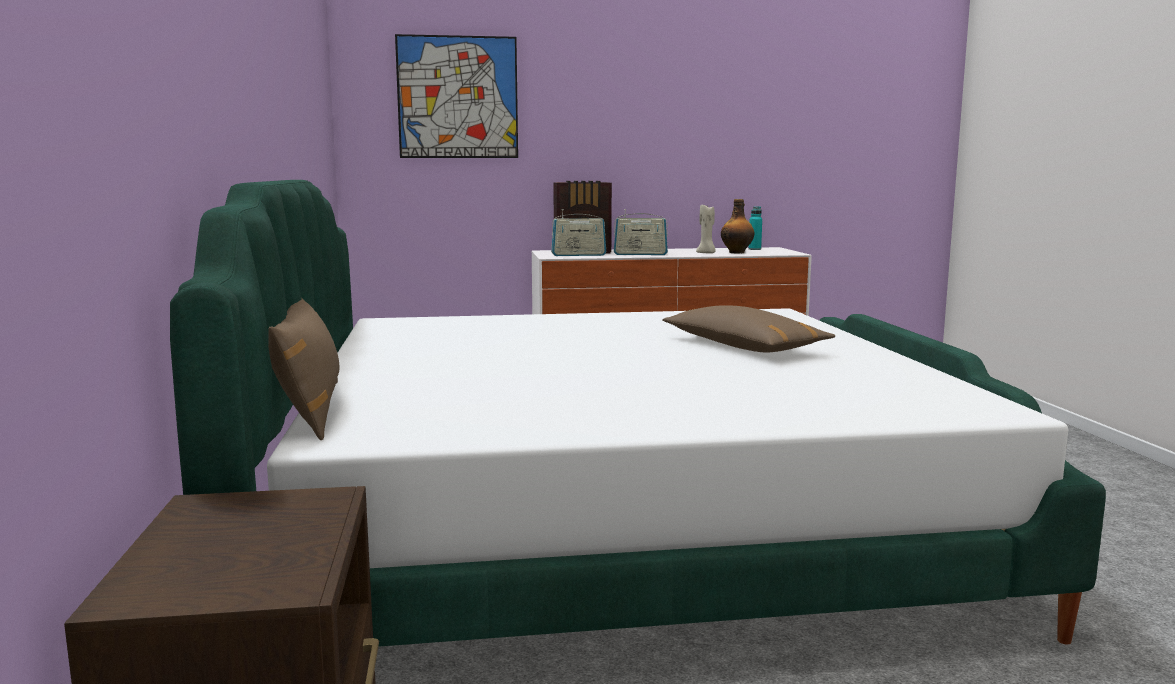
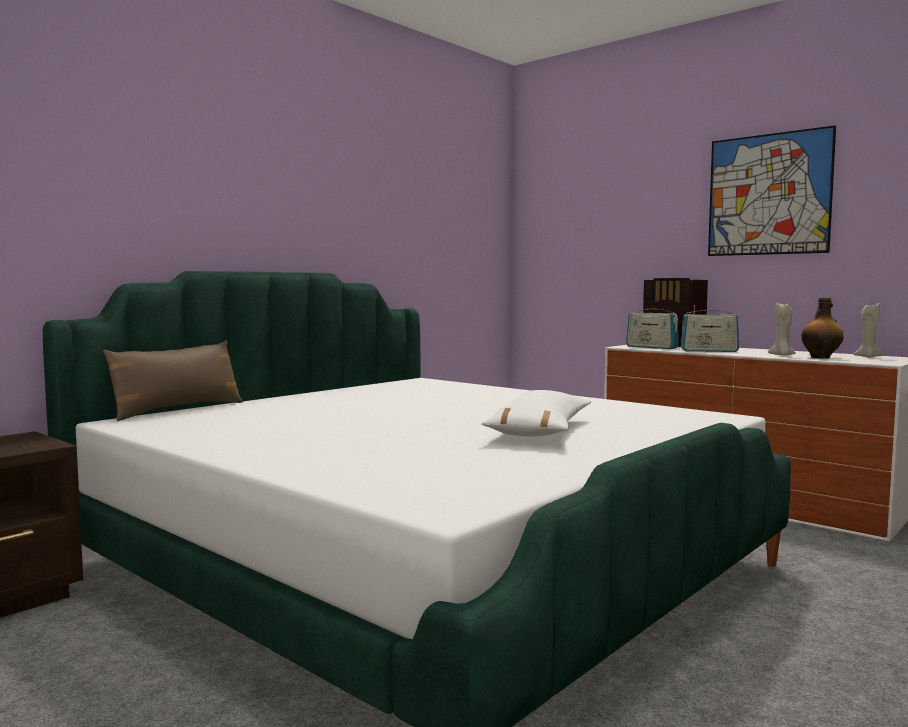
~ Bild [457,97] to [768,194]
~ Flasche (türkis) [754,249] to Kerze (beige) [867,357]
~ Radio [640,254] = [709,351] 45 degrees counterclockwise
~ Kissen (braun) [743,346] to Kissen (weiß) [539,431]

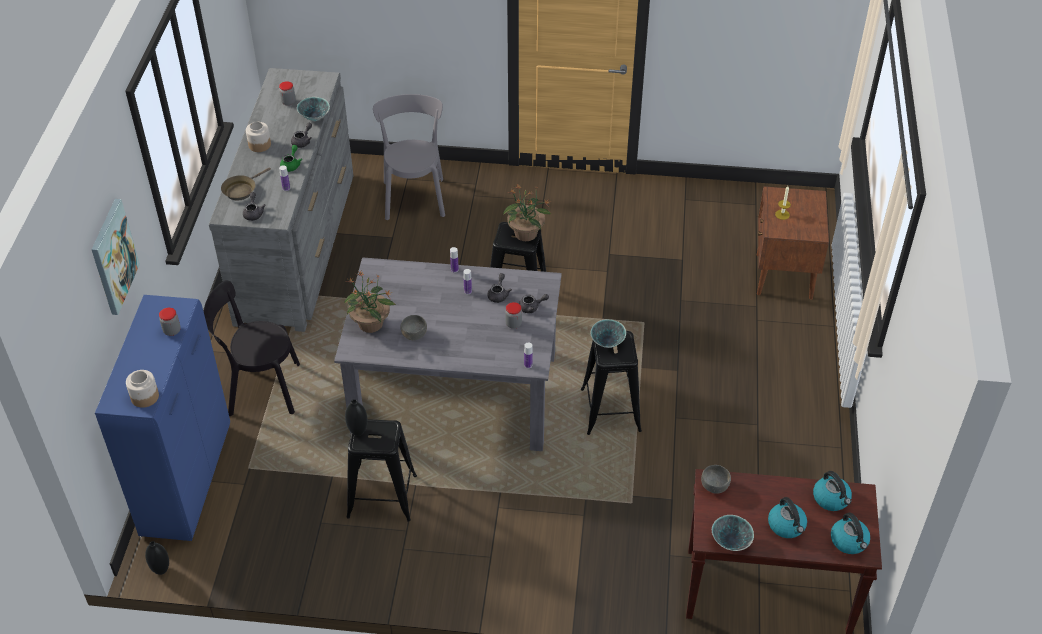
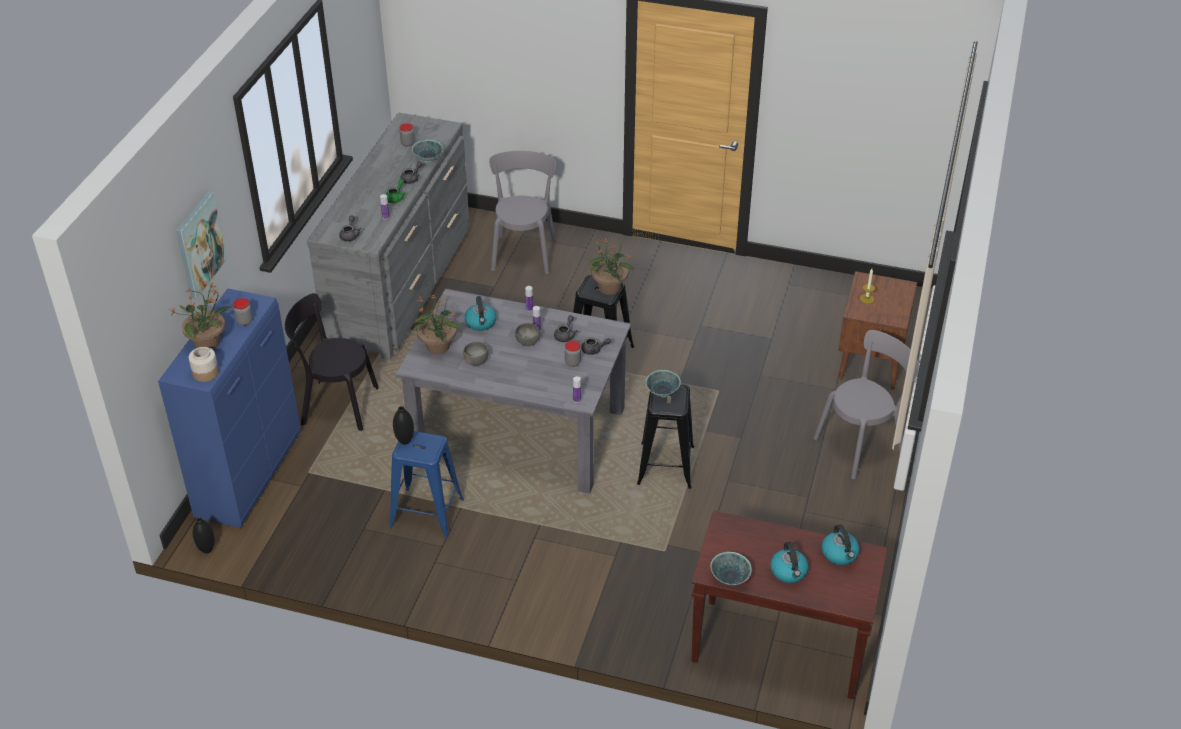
- Vorratsglas [259,145]
- Pfanne (braun) [241,190]
~ Hocker (schwarz) [382,496] to Hocker (blau) [427,513]
~ Schüssel (grau) [715,486] to [528,341]
~ Wasserkessel [849,541] to [481,323]
+ Topfpflanze [208,342]
+ Stuhl (grau) [862,445]

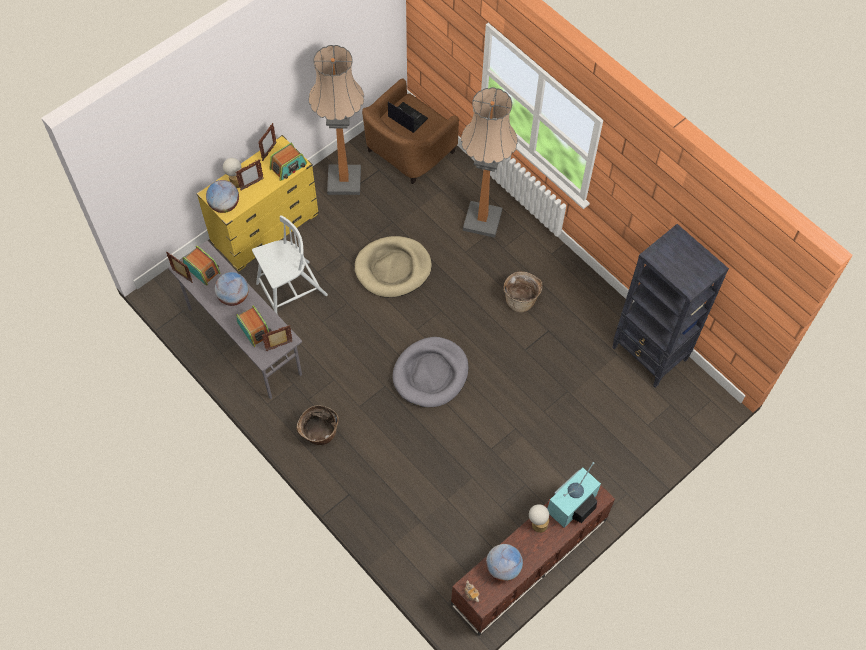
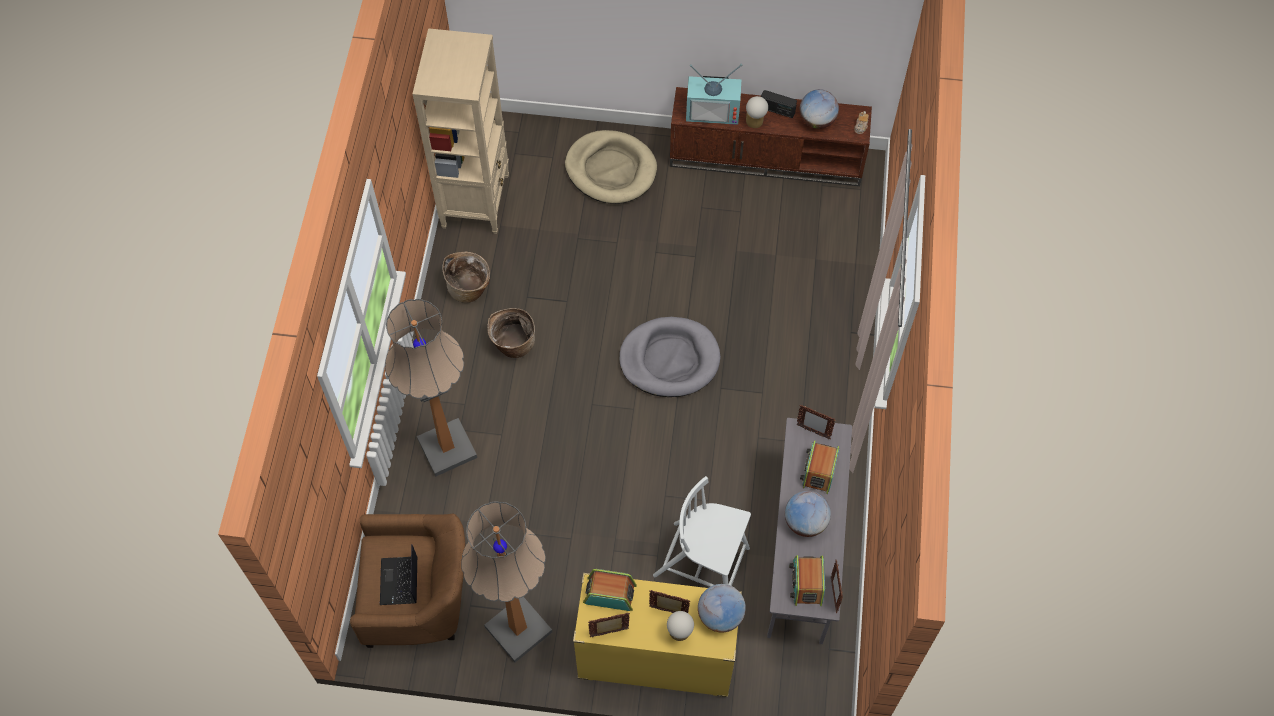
~ Bücherregal (schwarz) [650,354] to Bücherregal (beige) [476,200]
~ Hundebett (beige) [393,268] to [611,169]
~ Korb [319,434] to [469,288]
+ Radio [777,110]

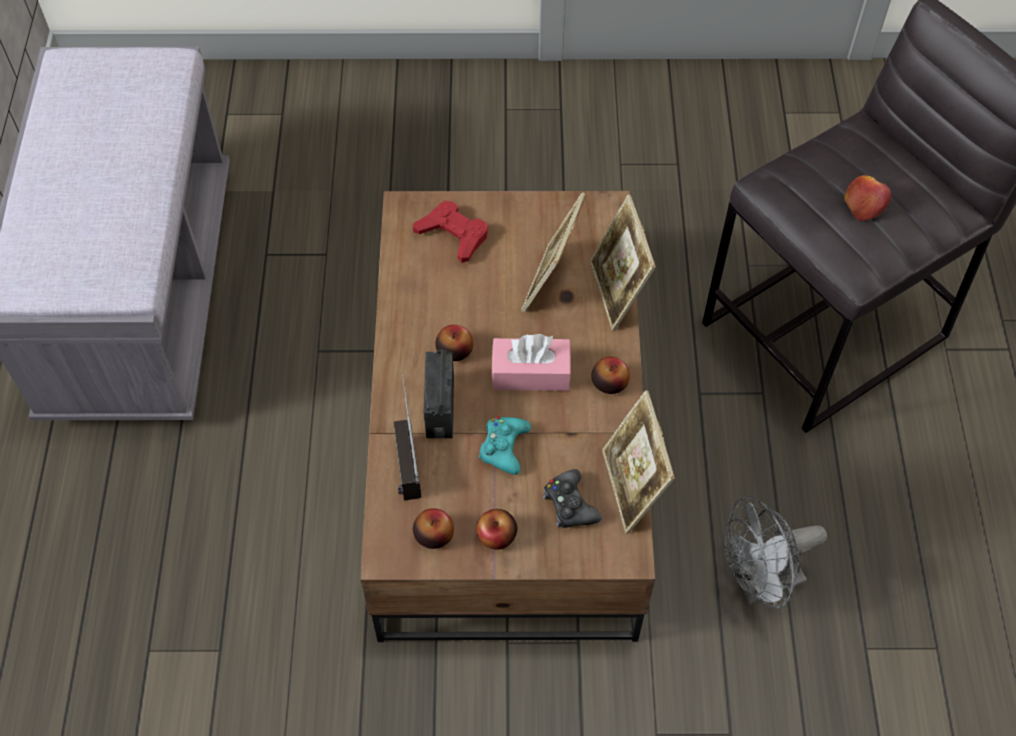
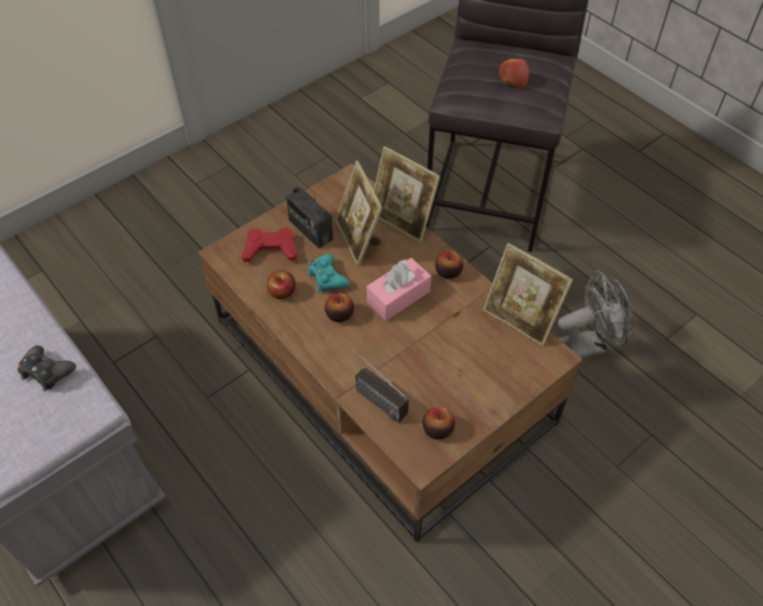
~ Radio [439,407] to [310,230]
~ Gamepad (türkis) [503,447] to [327,278]
~ Gamepad (schwarz) [570,505] to [46,372]
~ Ventilator (grau) [759,583] = [586,345] 135 degrees counterclockwise
~ Apfel [497,536] to [282,291]

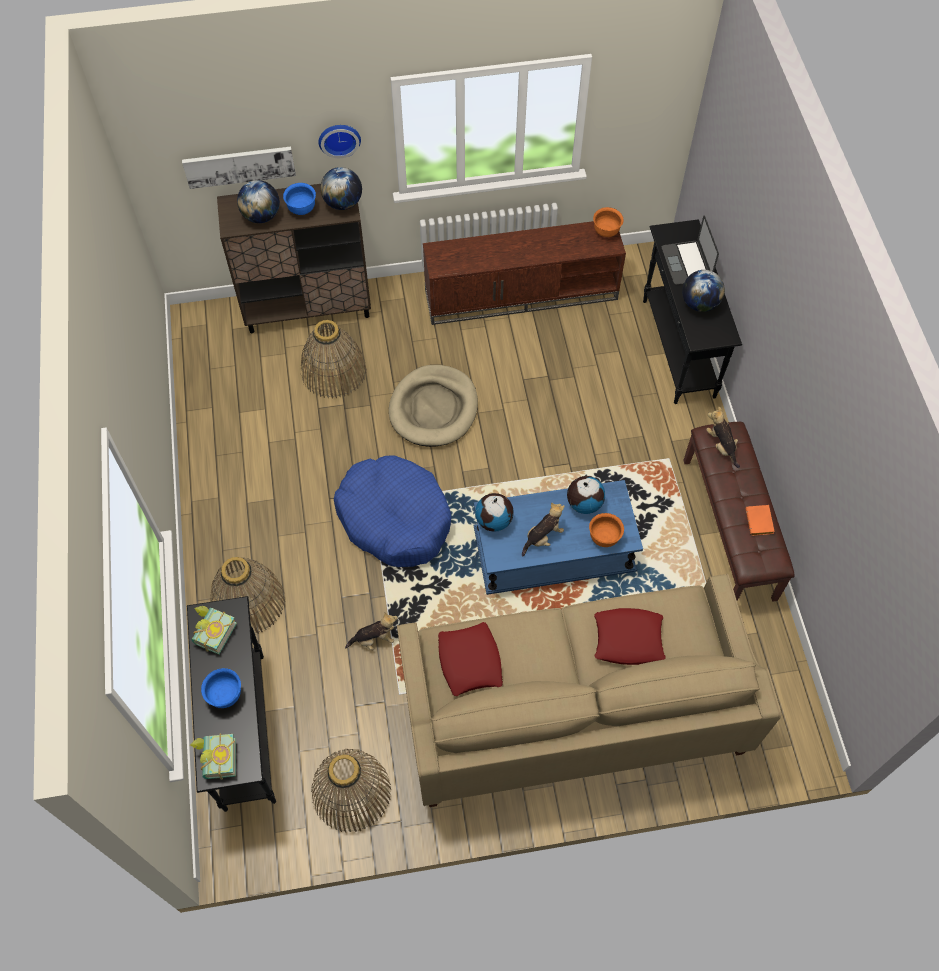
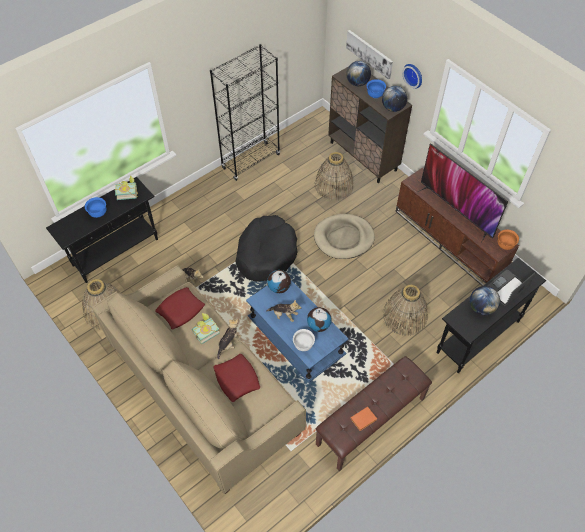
~ Plüschtier [721,446] to [229,343]
~ Hundebett (blau) [394,518] to Hundebett (schwarz) [266,254]
~ Schüssel (orange) [604,537] to Schüssel (weiß) [303,345]
~ Korb [248,601] to [404,316]
~ Buch [216,759] to [205,331]
+ Bücherregal (schwarz) [251,161]
+ Fernseher [456,210]

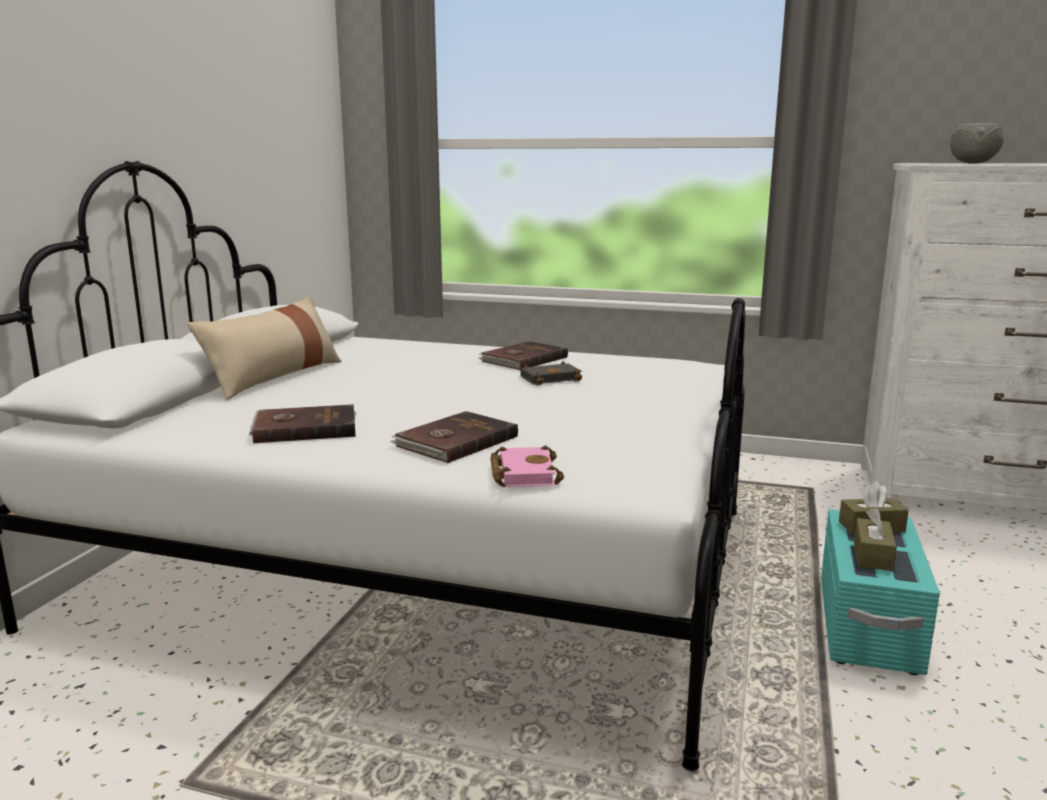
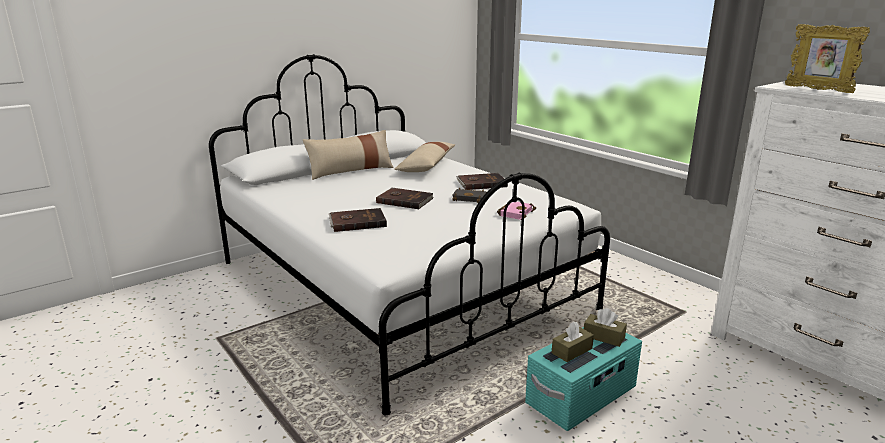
~ Schüssel (grau) [974,163] to Bilderrahmen [818,90]
~ Buch (braun) [305,428] to [404,200]
~ Buch (rosa) [522,473] to [515,213]
+ Kissen (beige) [426,166]

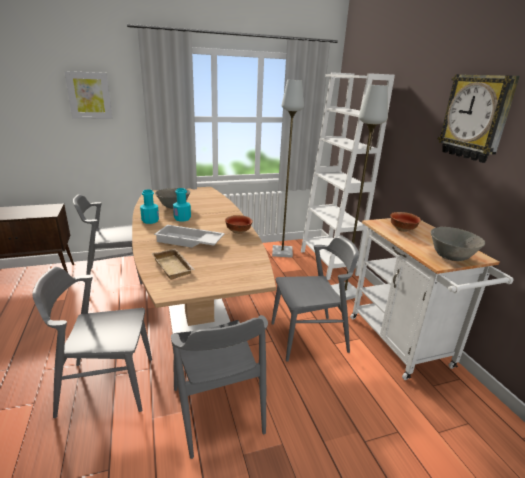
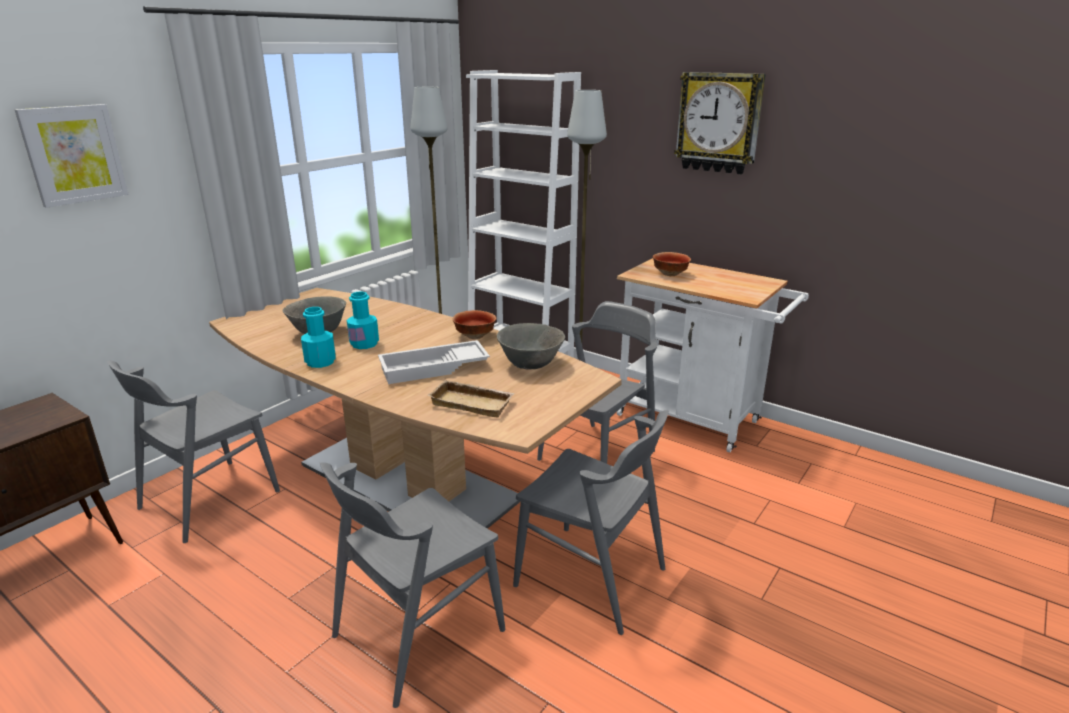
~ Schüssel (grau) [451,257] to [530,364]

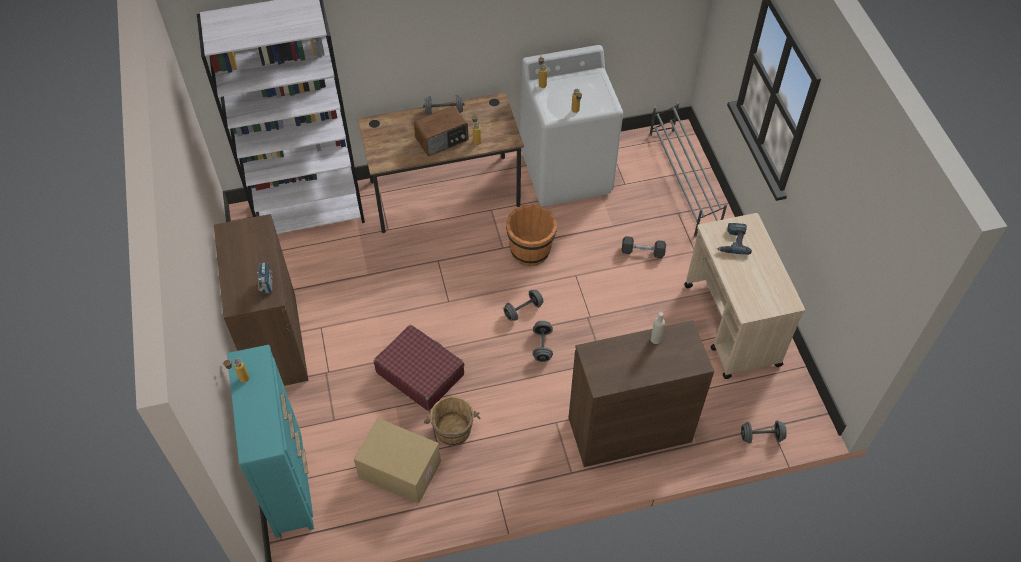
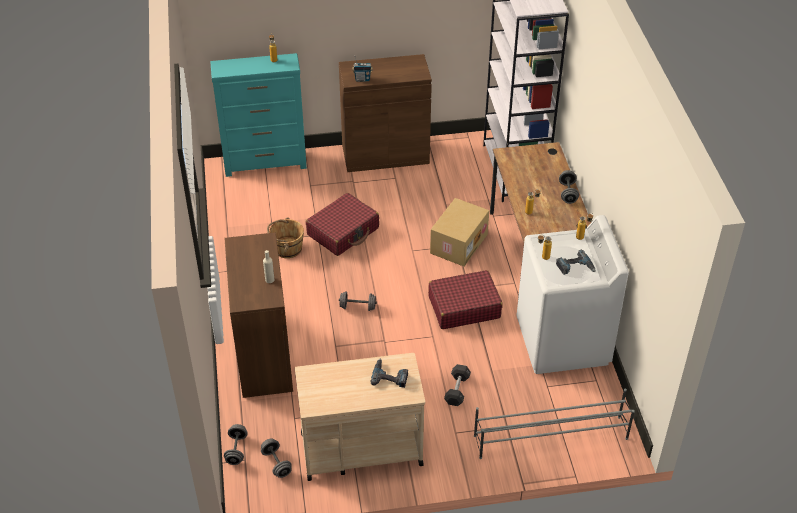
- Radio [442,140]
~ Eimer (orange) [530,251] to Koffer (rot) [463,307]
~ Hantel (grau) [523,310] to [276,463]
~ Karton [398,470] to [458,243]
+ Bohrmaschine [575,267]

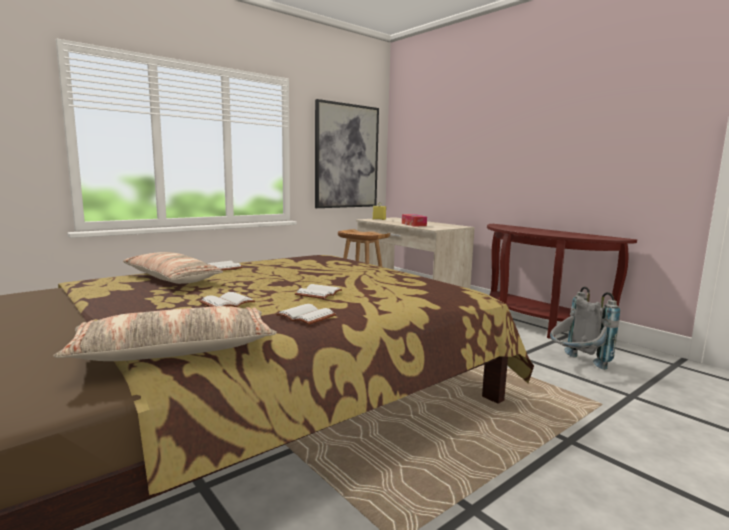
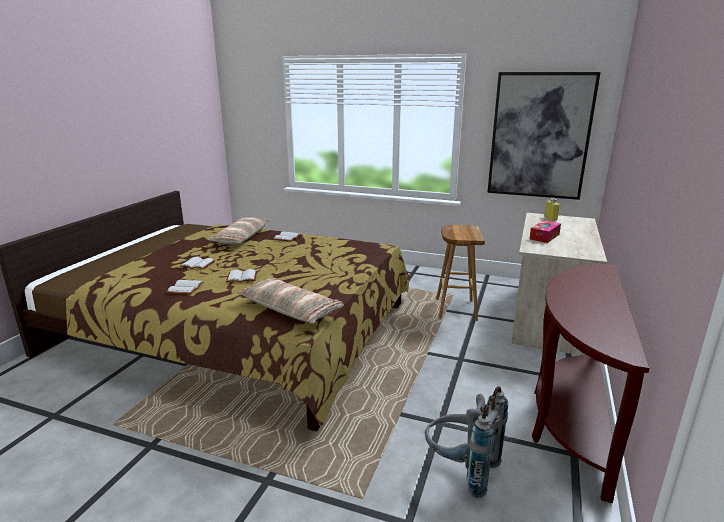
~ Kissen [175,350] to [290,309]

